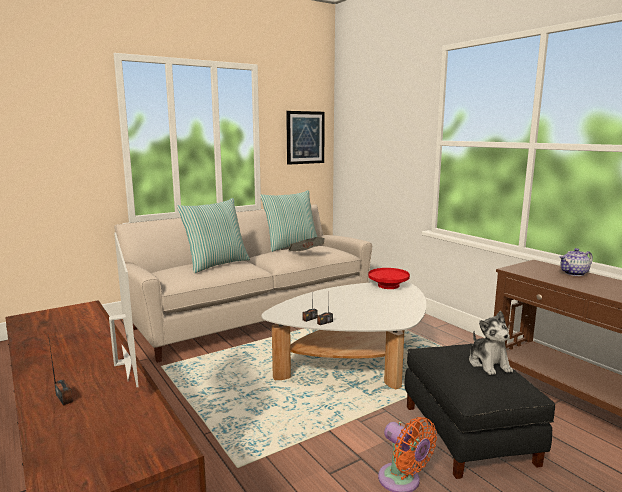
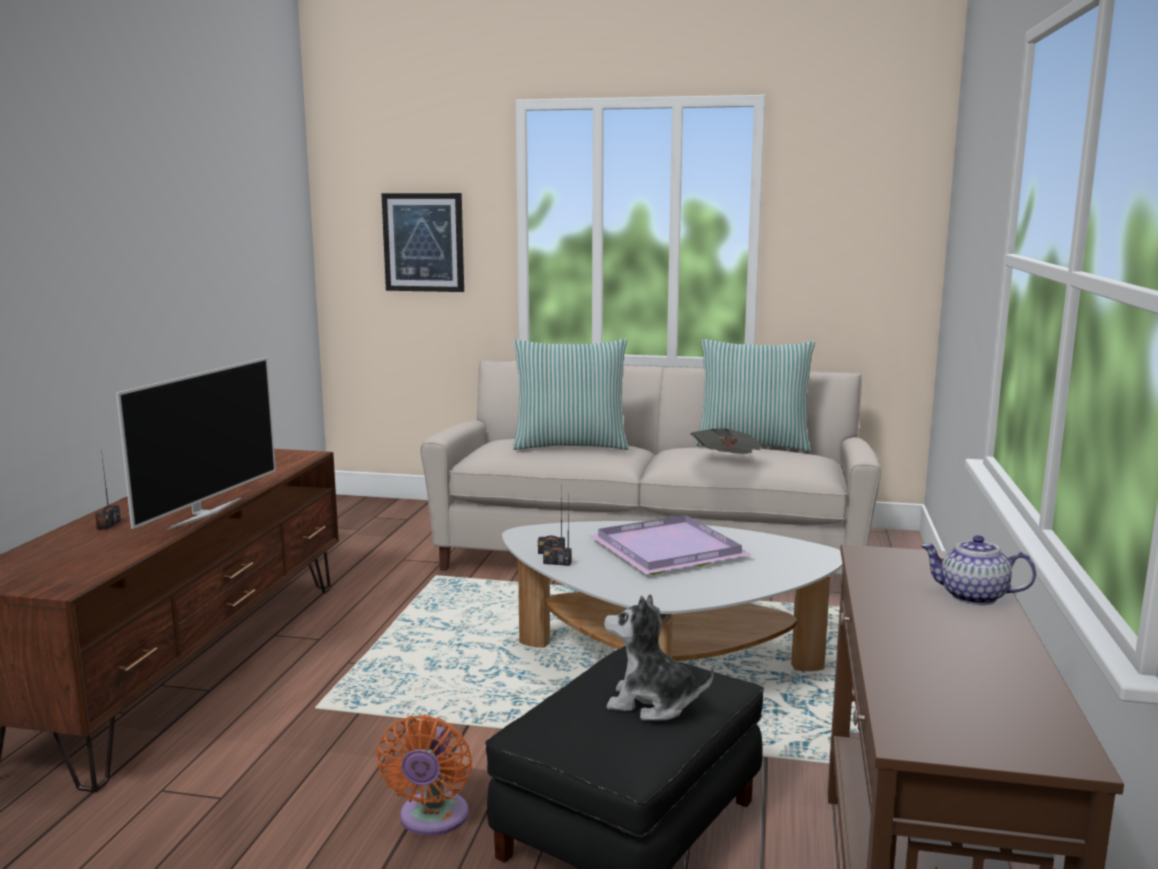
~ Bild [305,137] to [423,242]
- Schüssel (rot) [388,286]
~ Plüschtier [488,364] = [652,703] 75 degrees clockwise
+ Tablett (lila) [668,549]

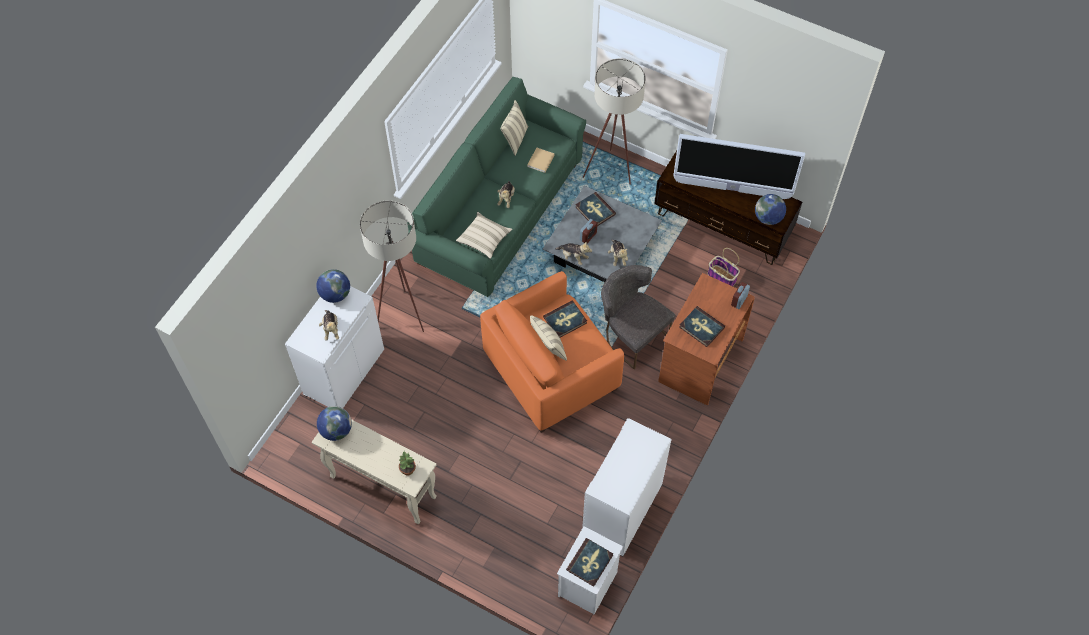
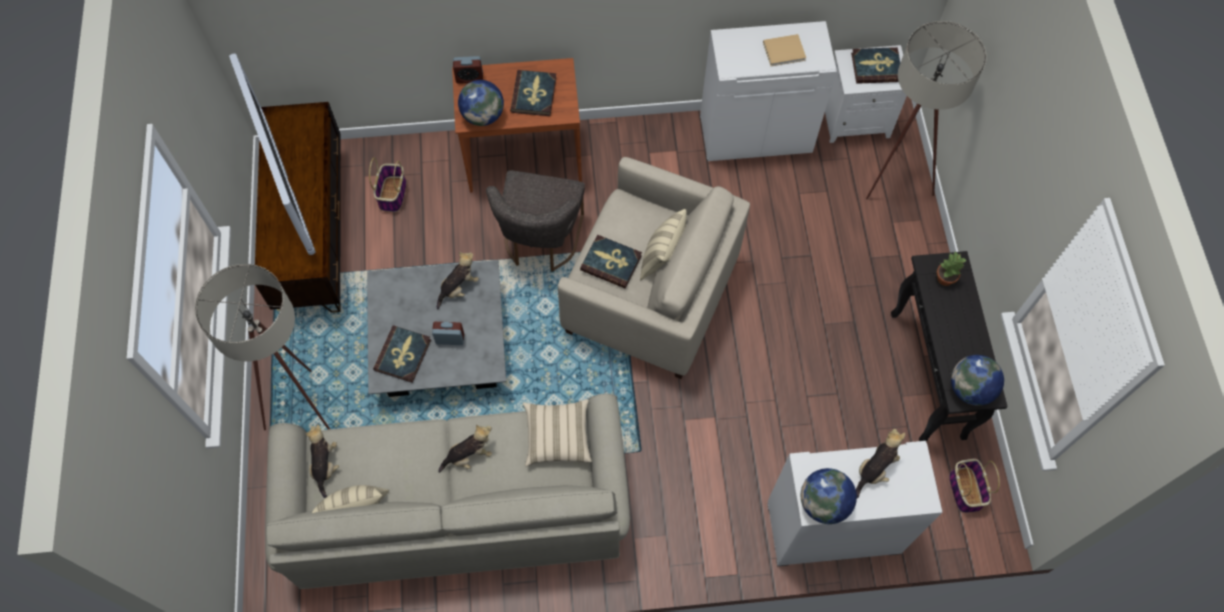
~ Sofa (grün) [499,210] to Sofa (beige) [457,507]
~ Buch (beige) [540,161] to [785,51]
~ Globus [768,218] to [483,115]
~ Stehlampe (beige) [403,311] to [891,184]
~ Plüschtier [573,257] to [325,465]
~ Sessel (orange) [551,371] to Sessel (beige) [650,295]
~ Konsolentisch (beige) [382,486] to Konsolentisch (schwarz) [928,376]
+ Korb [964,489]

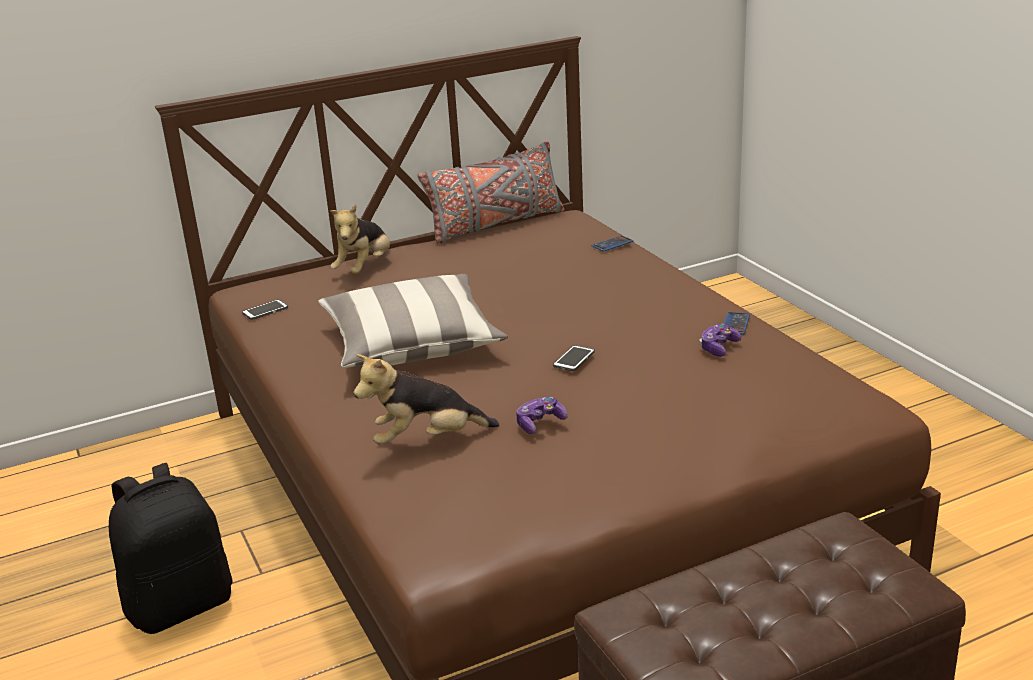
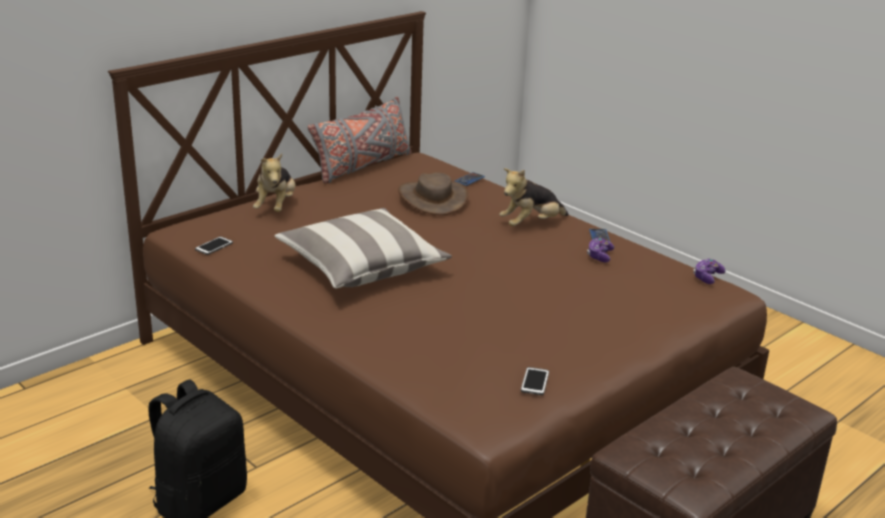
~ Handy [574,359] to [535,382]
~ Plüschtier [426,440] to [531,224]
~ Gamepad [540,423] to [707,277]
+ Hut (braun) [433,198]

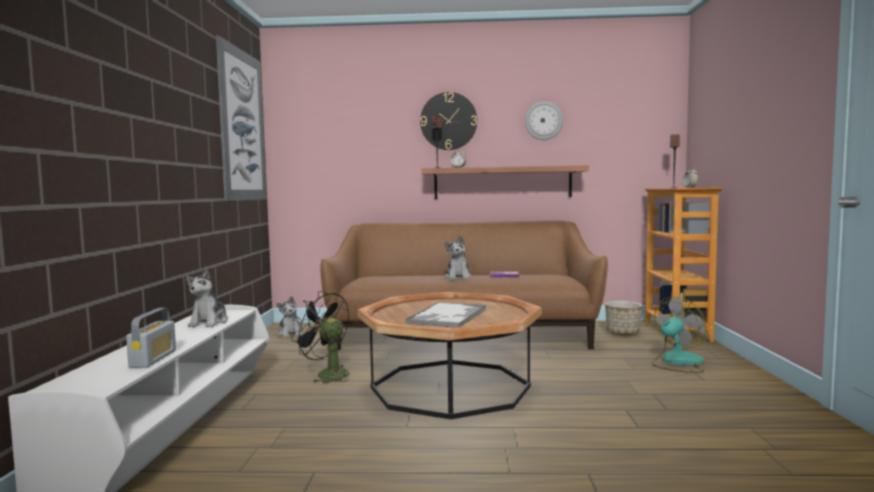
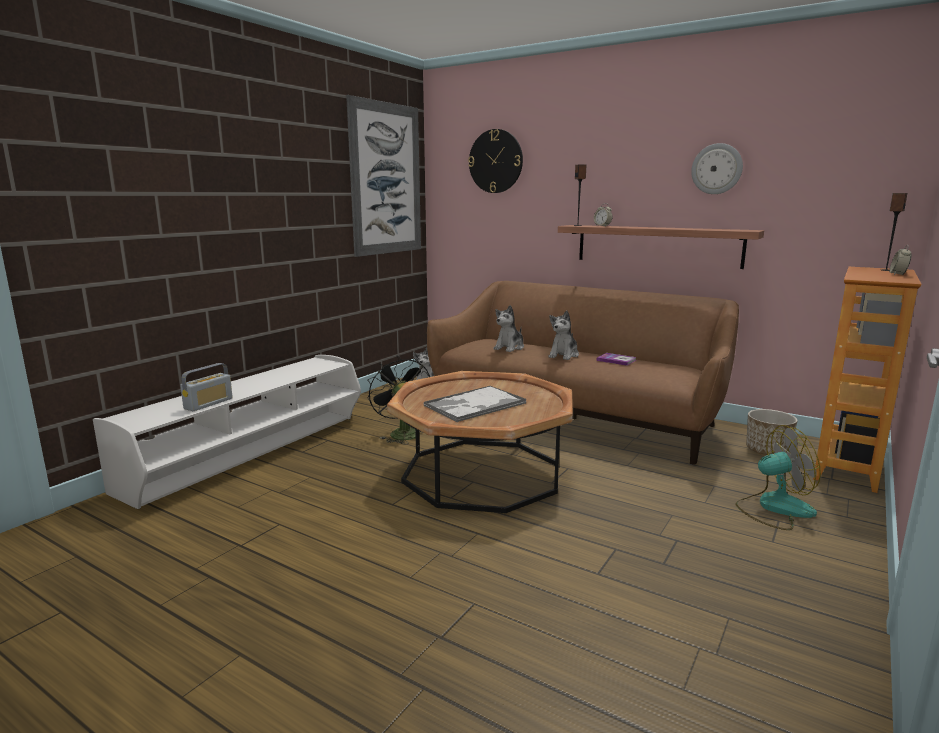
~ Wanduhr [448,121] to [495,161]
~ Plüschtier [209,322] to [509,348]

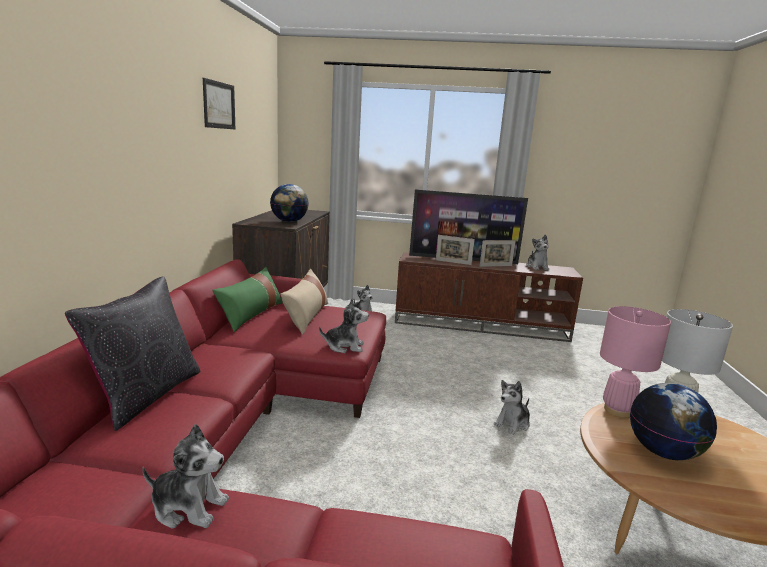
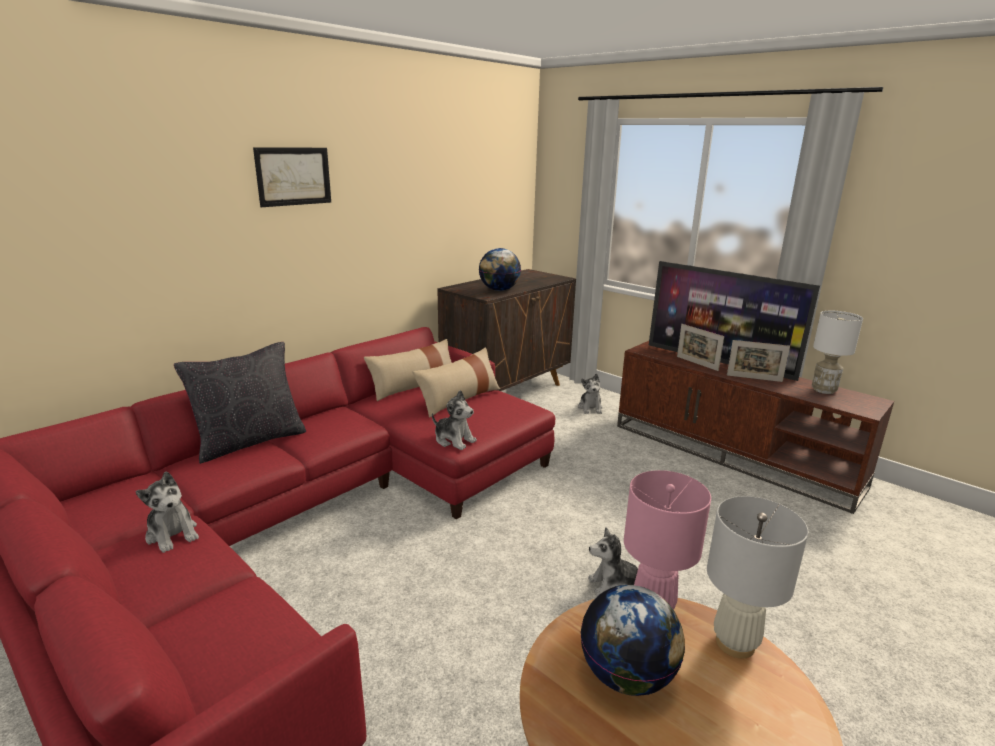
~ Bild [219,105] to [293,176]
~ Plüschtier [537,267] to Tischlampe (weiß) [824,390]
~ Kissen (grün) [251,314] to Kissen (beige) [414,386]

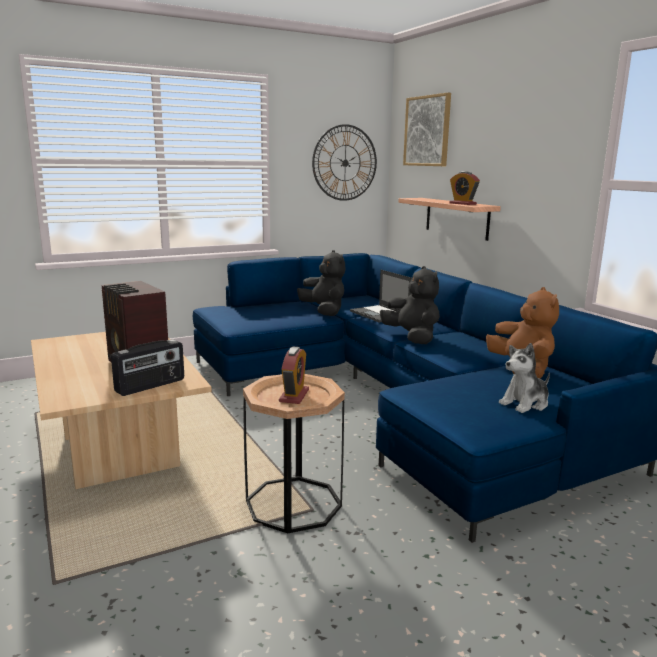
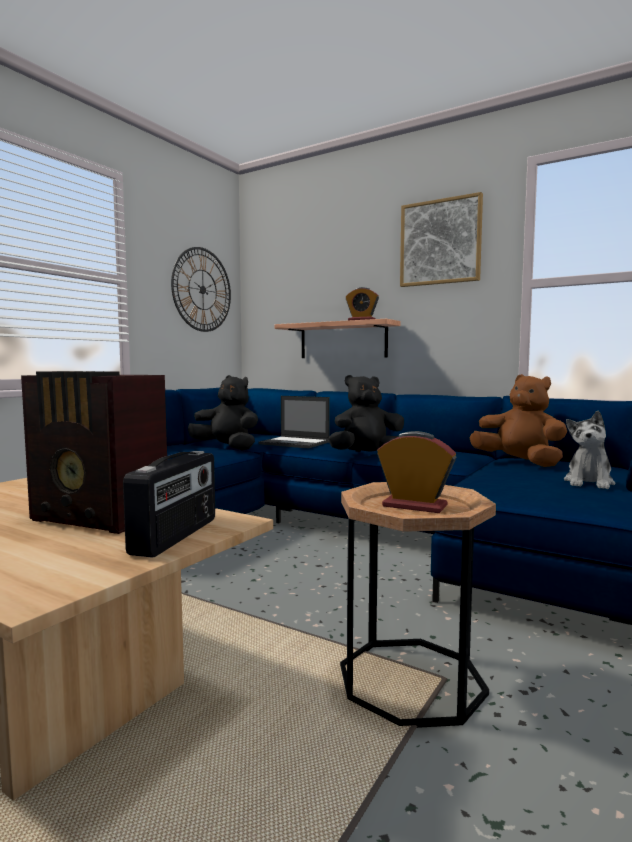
~ Bild [427,131] to [440,242]
~ Plüschtier (schwarz) [412,337] = [367,455] 45 degrees counterclockwise
~ Wecker [294,395] = [414,506] 45 degrees counterclockwise

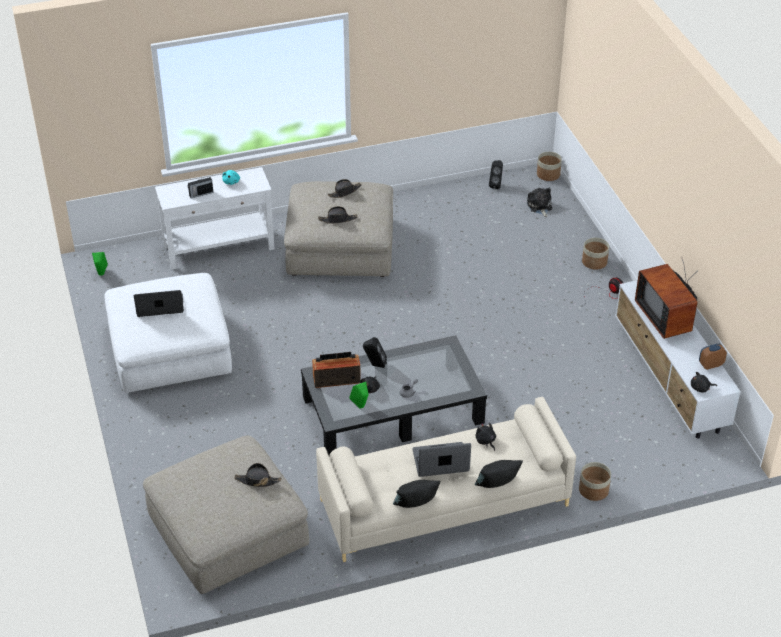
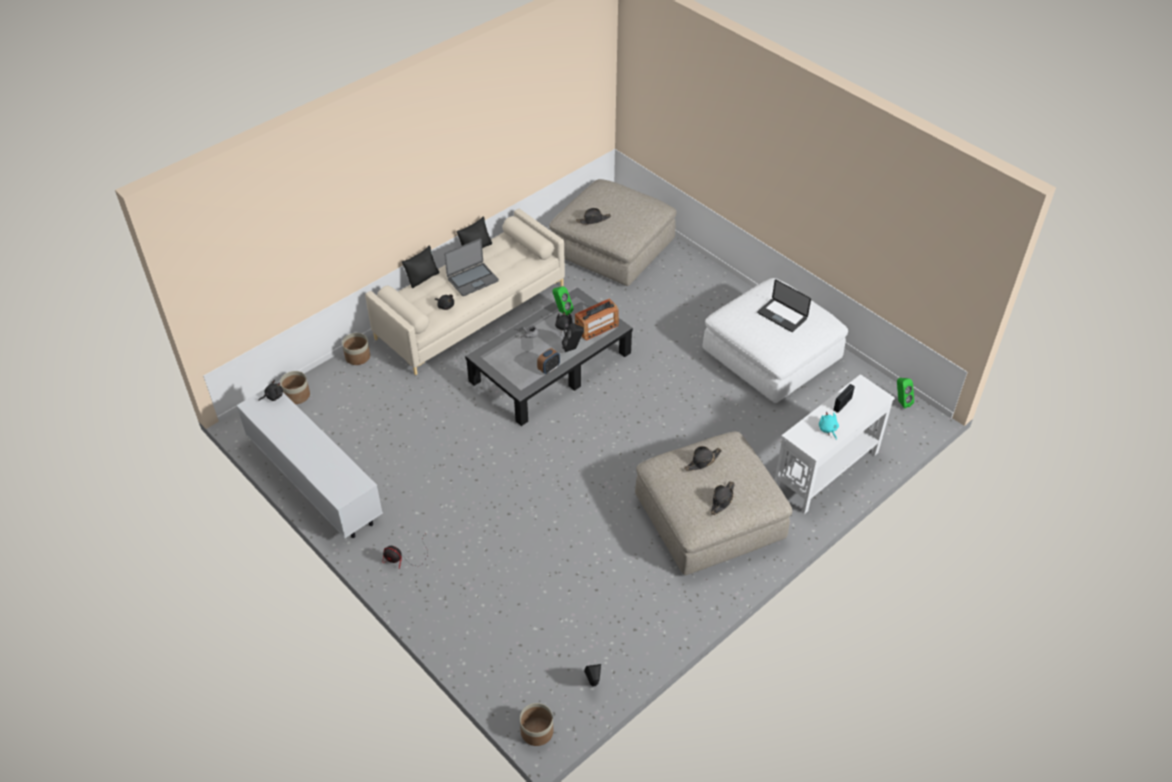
- Plüschtier [539,207]
~ Pflanzkübel [594,262] to [297,395]
- Fernseher [666,317]
~ Laptop [160,306] = [782,316] 75 degrees clockwise
~ Wecker [710,365] to [549,369]

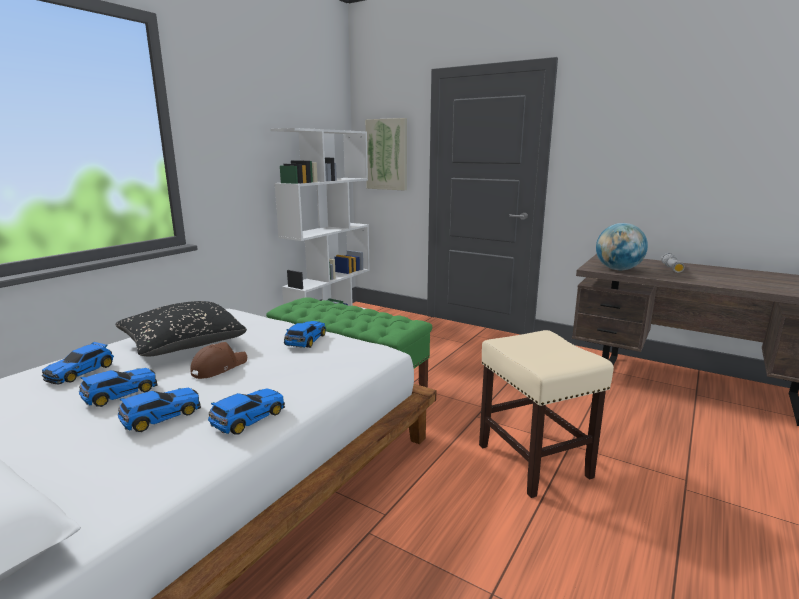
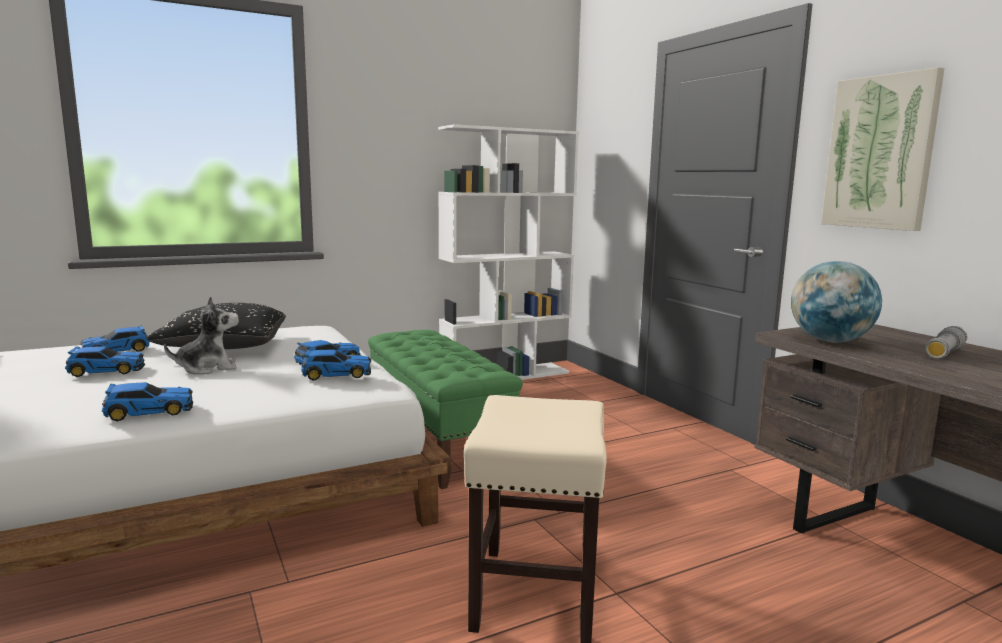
~ Bild [387,154] to [880,153]
~ Kappe (braun) [218,367] to Plüschtier [208,368]
~ Spielzeugauto [160,416] to [335,374]

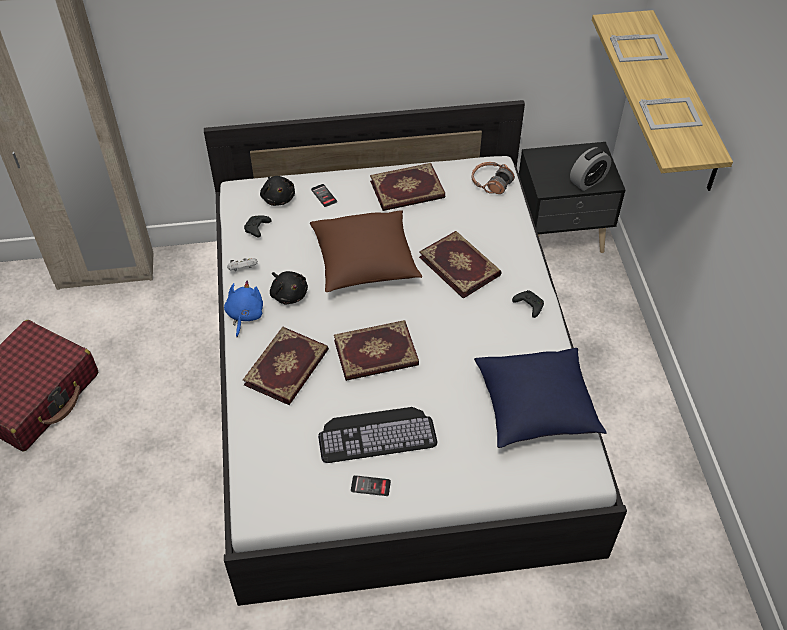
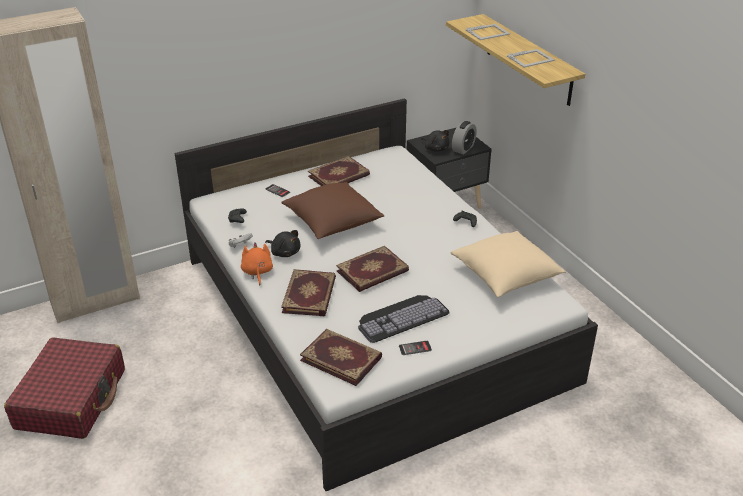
- Kopfhörer [491,183]
~ Plüschtier (schwarz) [278,198] to [435,148]
~ Buch [460,265] to [341,358]
~ Plüschtier (blau) [244,315] to Plüschtier (orange) [257,272]
~ Kissen (blau) [535,409] to Kissen (beige) [505,277]

